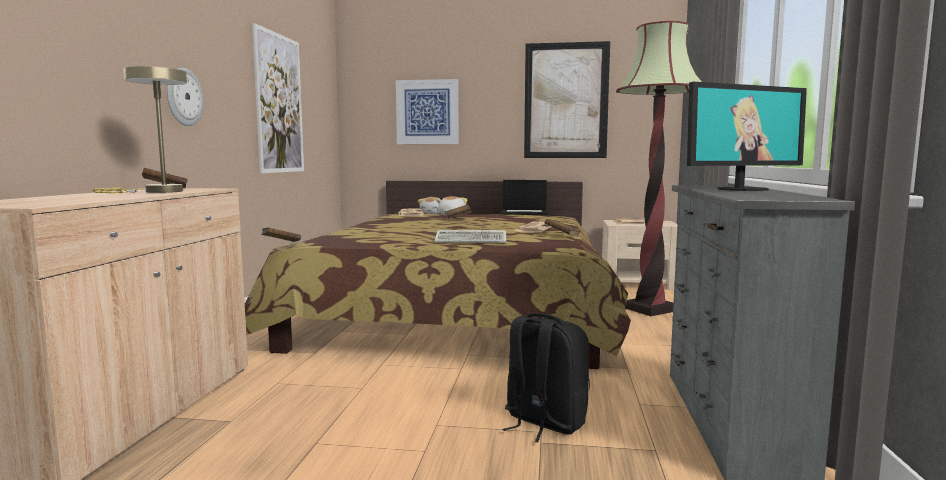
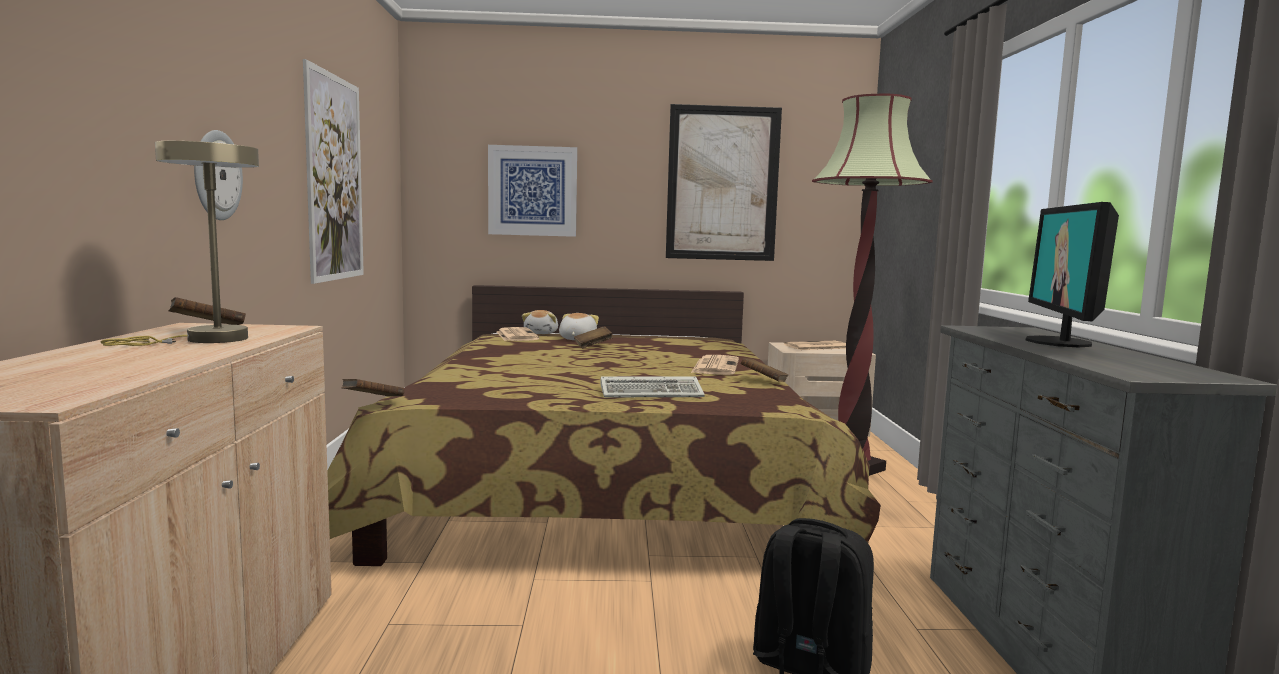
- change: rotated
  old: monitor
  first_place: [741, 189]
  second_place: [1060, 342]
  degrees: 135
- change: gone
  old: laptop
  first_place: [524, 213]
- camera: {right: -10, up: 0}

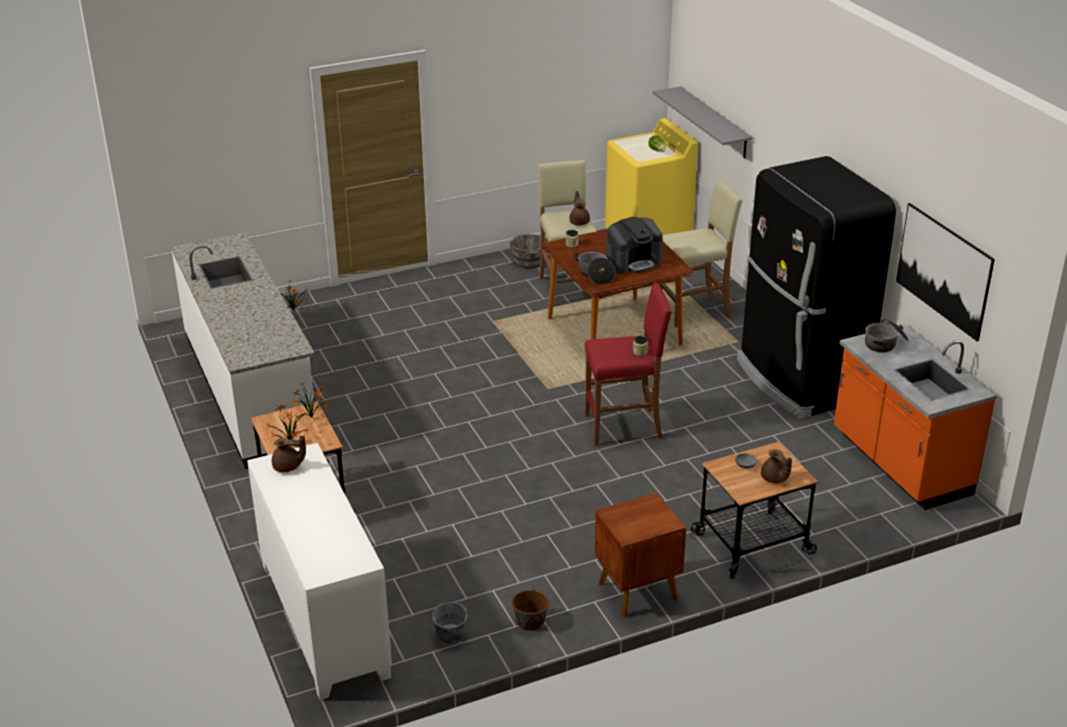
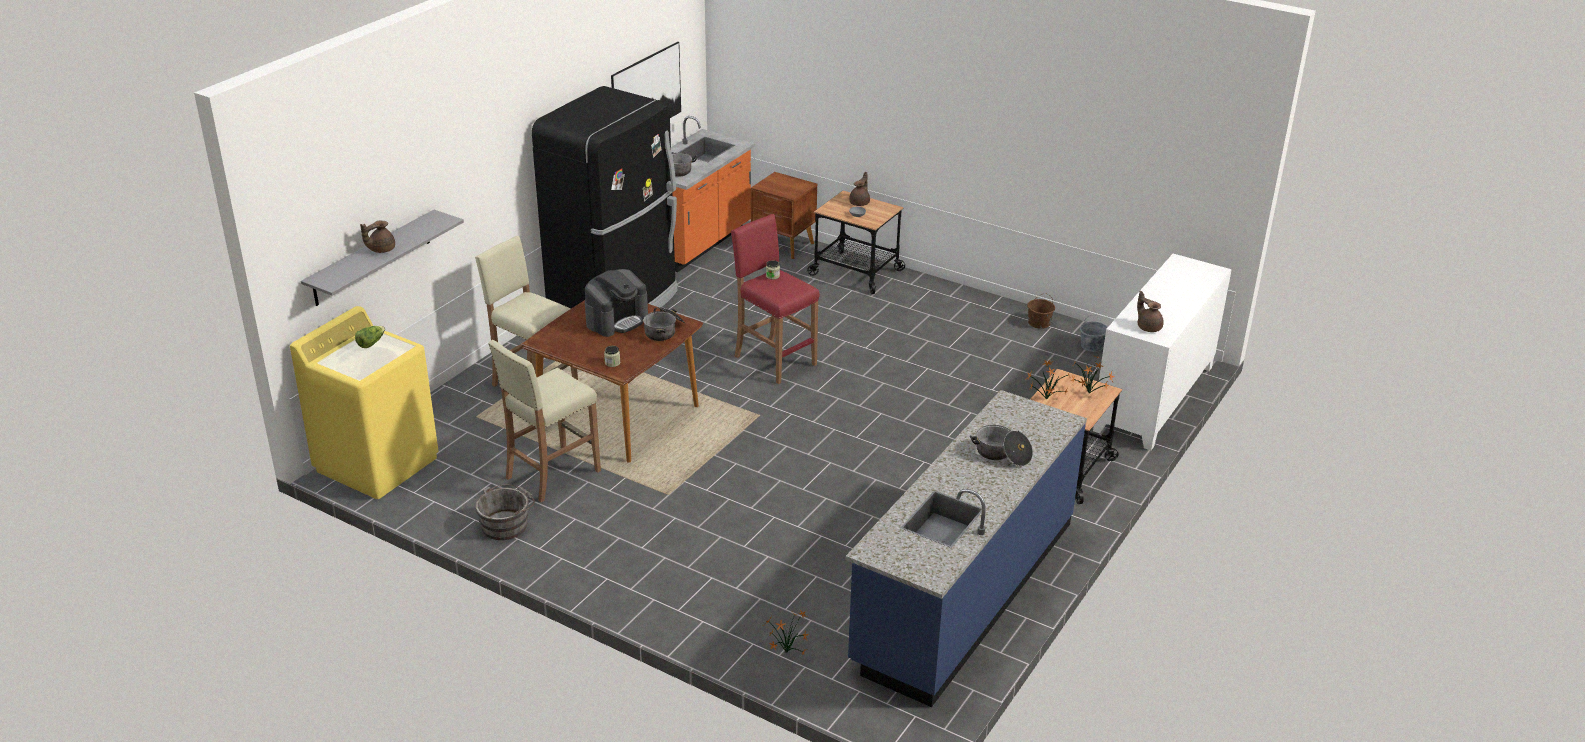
- change: shifted
  old: brown teapot
  first_place: [579, 222]
  second_place: [381, 249]
- change: rotated
  old: coffee machine
  first_place: [633, 262]
  second_place: [617, 320]
  degrees: 105
- change: repainted
  old: white counter
  new: blue counter
  first_place: [251, 390]
  second_place: [963, 591]
- change: shifted
  old: brown nightstand
  first_place: [636, 590]
  second_place: [784, 246]
- change: new
  new: cooking pot
  second_place: [1001, 454]
- camera: {right: -125, up: 0}

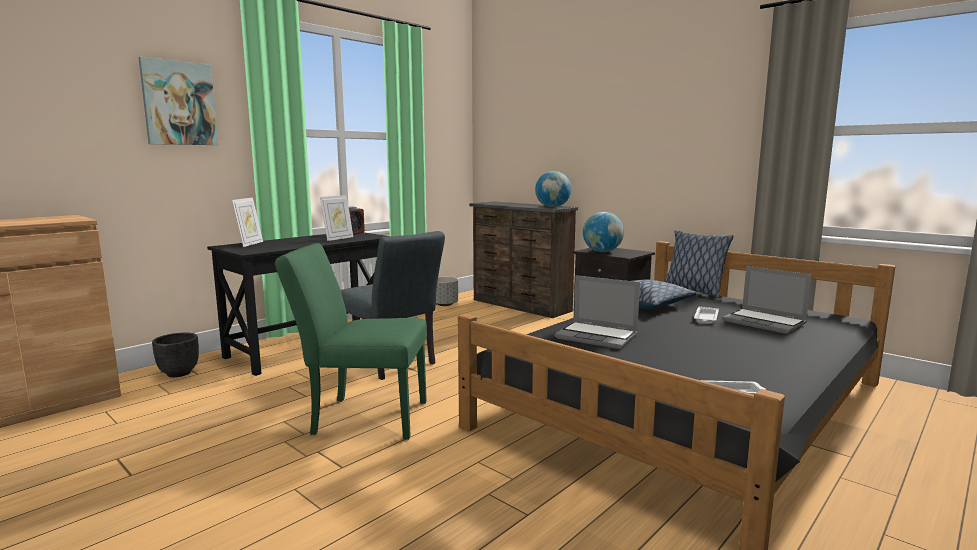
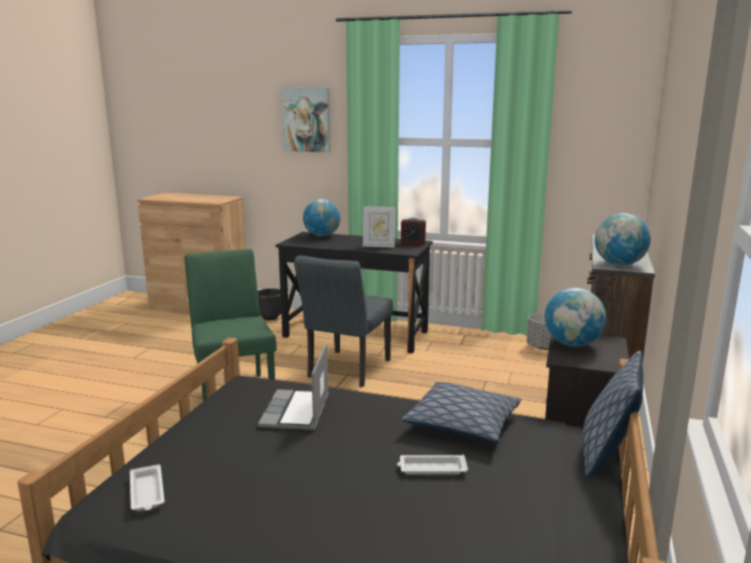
- change: swapped
  old: picture frame
  new: globe
  first_place: [250, 244]
  second_place: [322, 236]
- change: gone
  old: laptop
  first_place: [765, 322]
- camera: {right: 65, up: 5}

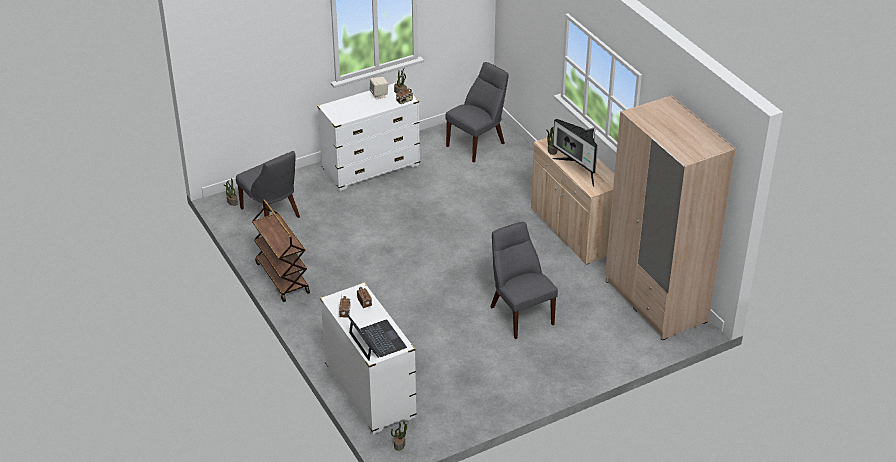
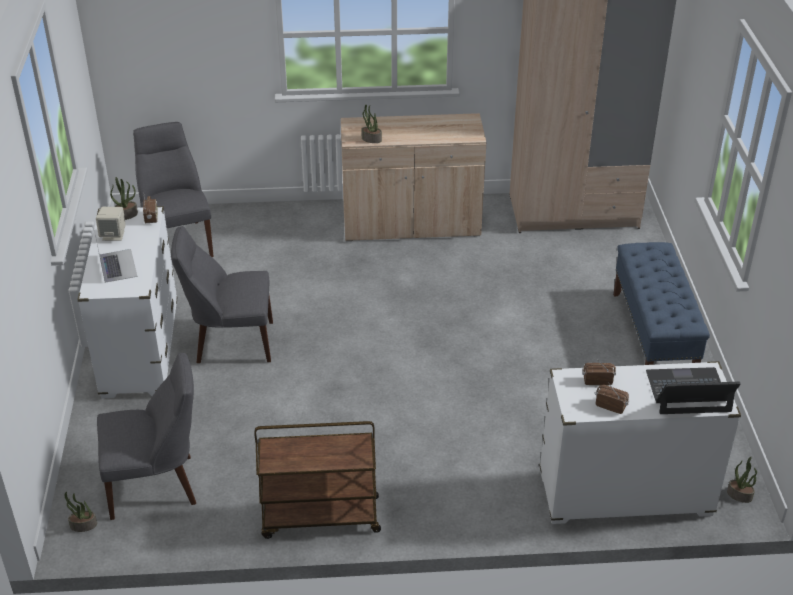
- change: gone
  old: monitor
  first_place: [579, 169]
- change: shifted
  old: grey chair
  first_place: [520, 313]
  second_place: [230, 342]
- change: new
  new: laptop
  second_place: [117, 265]
- change: new
  new: blue bench
  second_place: [653, 336]
- camera: {right: -65, up: 0}

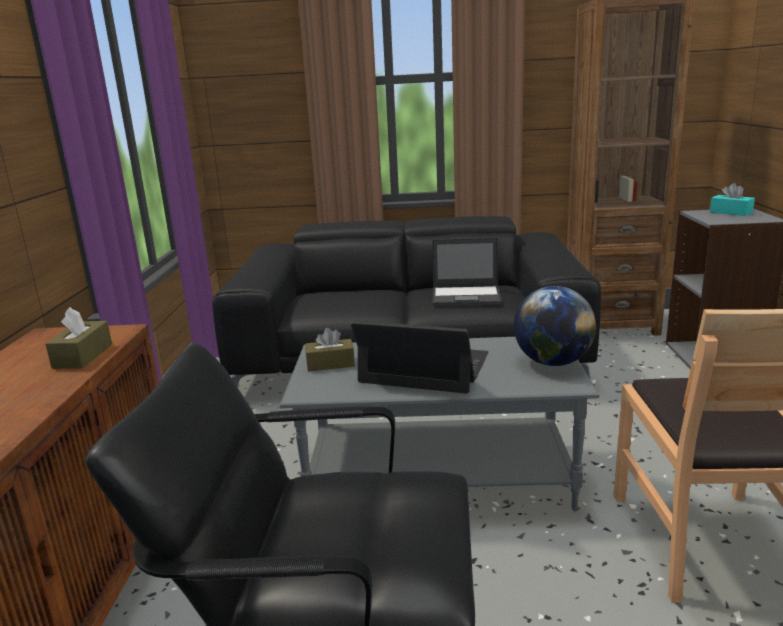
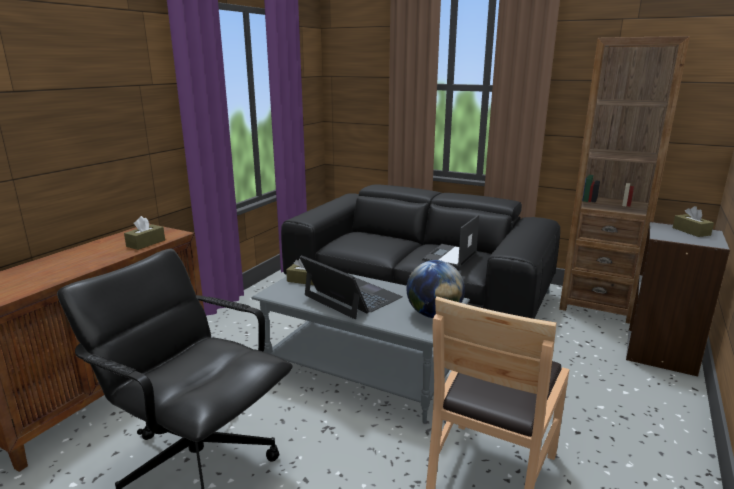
- change: repainted
  old: turquoise tissue box
  new: brown tissue box
  first_place: [731, 212]
  second_place: [691, 231]
- change: rotated
  old: laptop
  first_place: [467, 296]
  second_place: [450, 256]
  degrees: 90
- camera: {right: 25, up: 0}

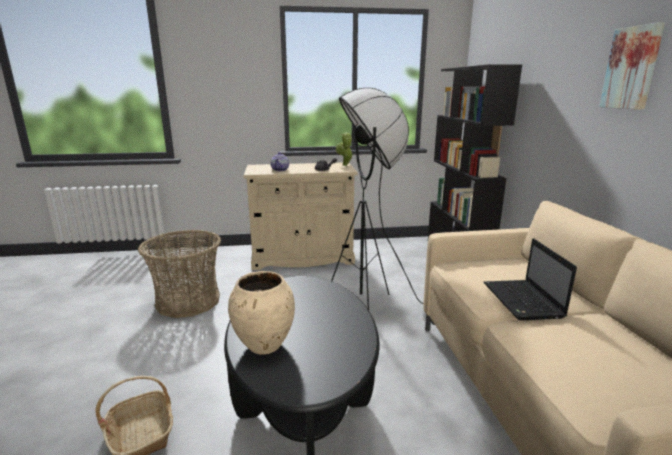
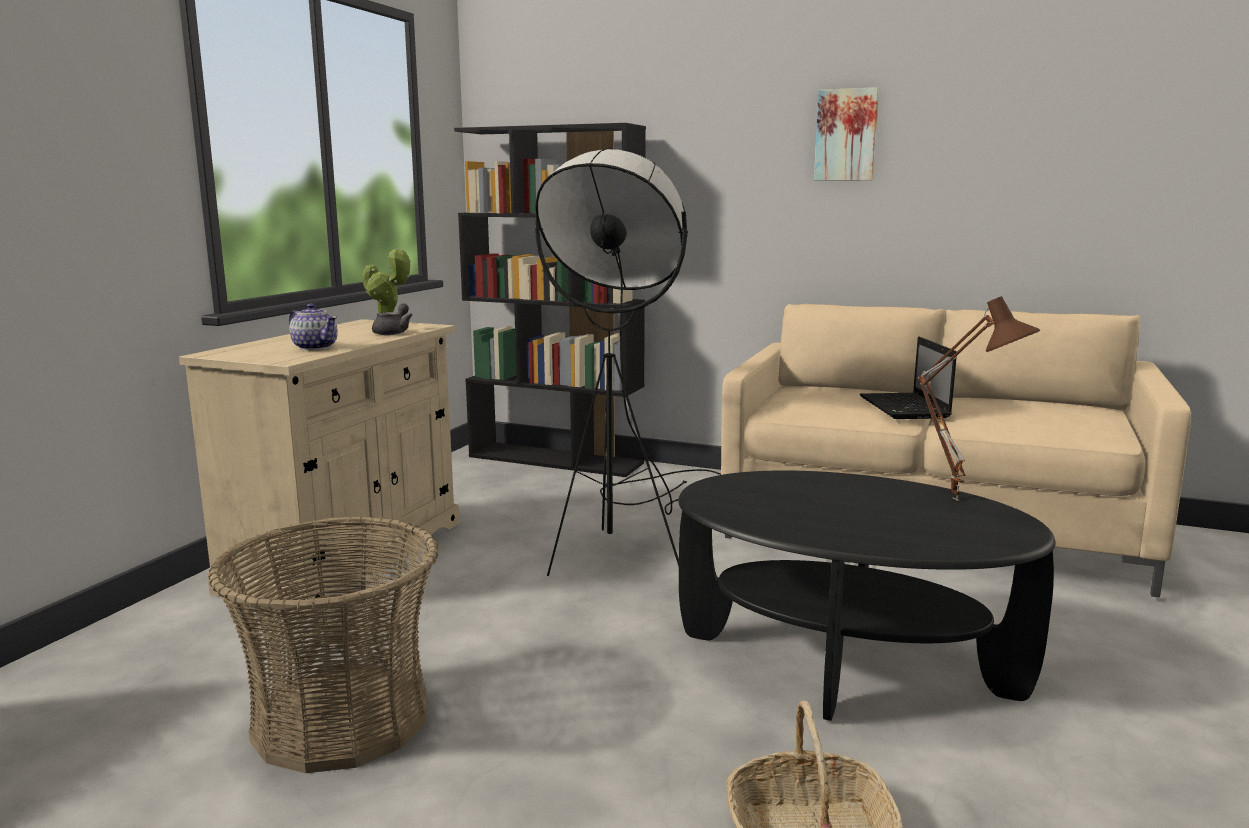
- change: rotated
  old: laptop
  first_place: [523, 301]
  second_place: [905, 408]
  degrees: 60
- change: gone
  old: beige vase
  first_place: [265, 346]
- change: new
  new: brown table lamp
  second_place: [958, 499]
- camera: {right: -60, up: -5}

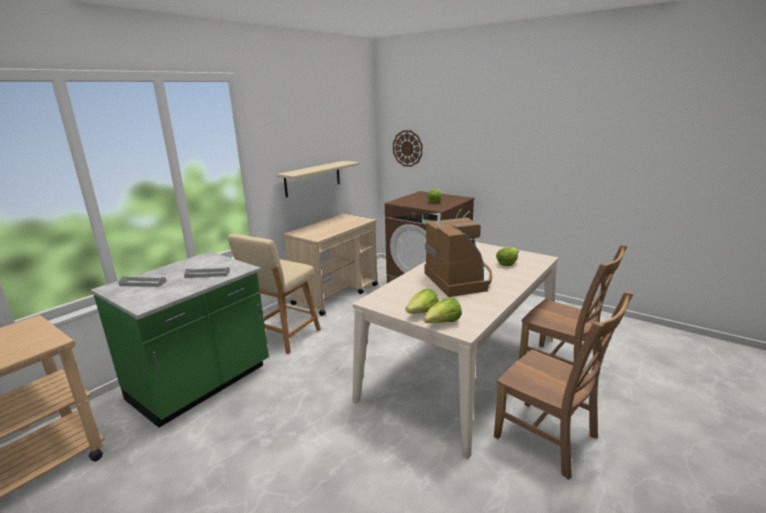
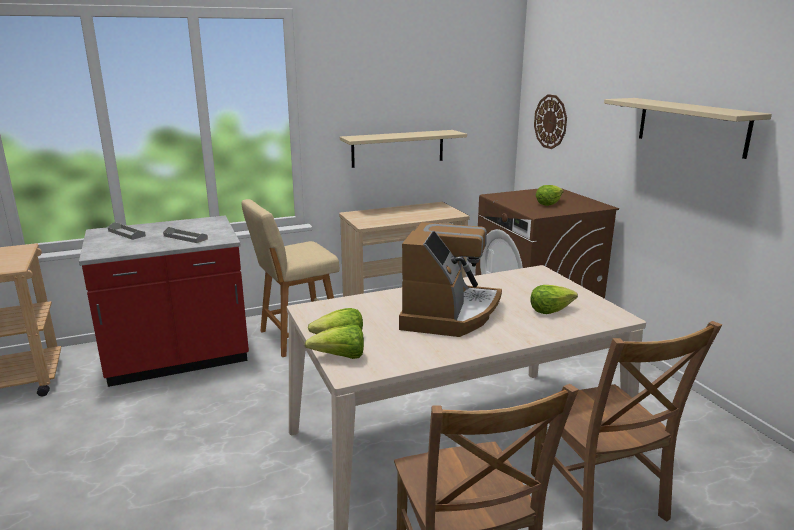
- change: repainted
  old: green counter
  new: red counter
  first_place: [201, 384]
  second_place: [178, 359]
- change: new
  new: beige shelf
  second_place: [691, 126]
- camera: {right: 30, up: 0}

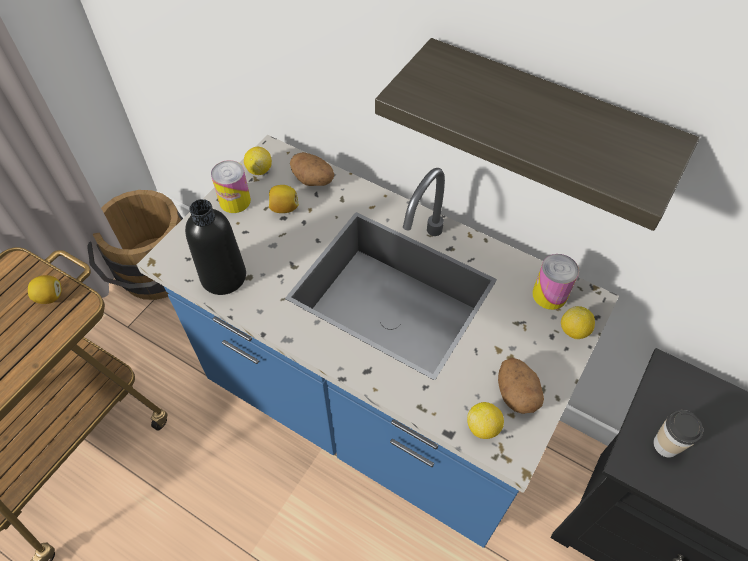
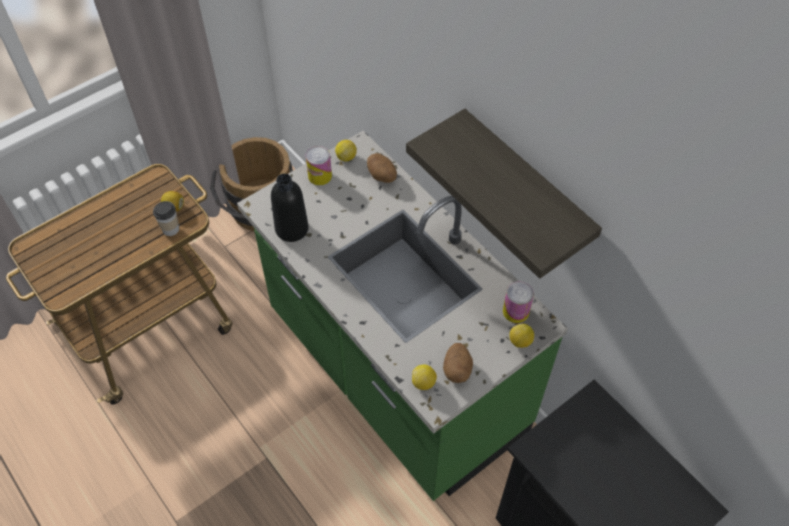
- change: repainted
  old: blue counter
  new: green counter
  first_place: [374, 410]
  second_place: [394, 375]
- change: gone
  old: lemon
  first_place: [284, 208]
- change: shifted
  old: cup
  first_place: [666, 444]
  second_place: [171, 229]
- camera: {right: 20, up: 0}

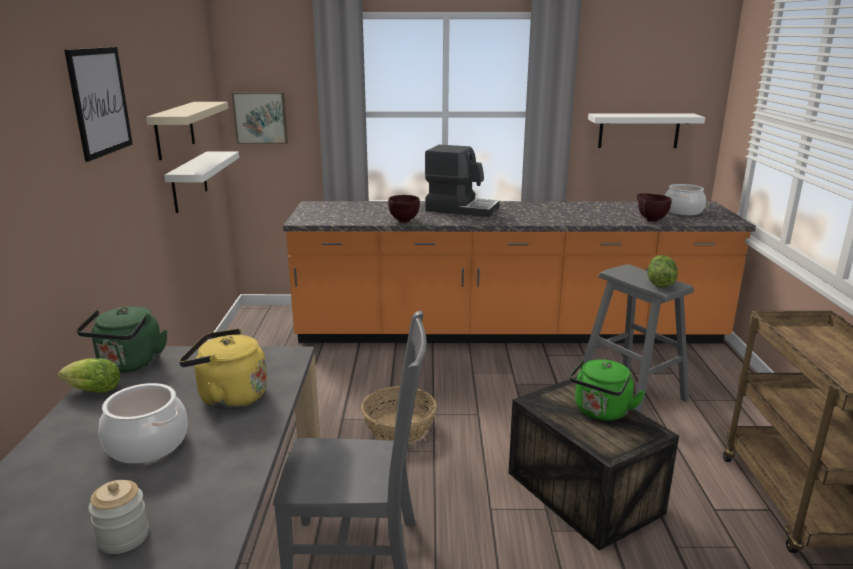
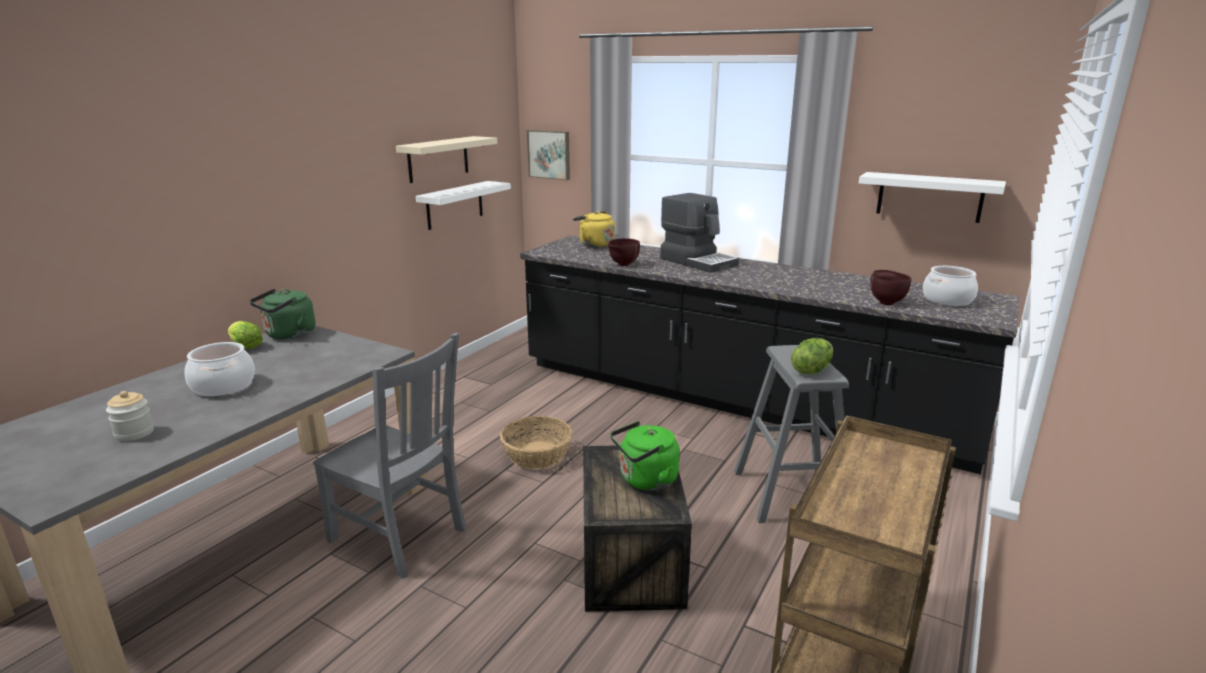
- change: gone
  old: picture
  first_place: [100, 101]
- change: repainted
  old: orange counter
  new: black counter
  first_place: [507, 331]
  second_place: [734, 400]
- change: shifted
  old: yellow kettle
  first_place: [228, 397]
  second_place: [594, 244]
- camera: {right: 30, up: 0}

